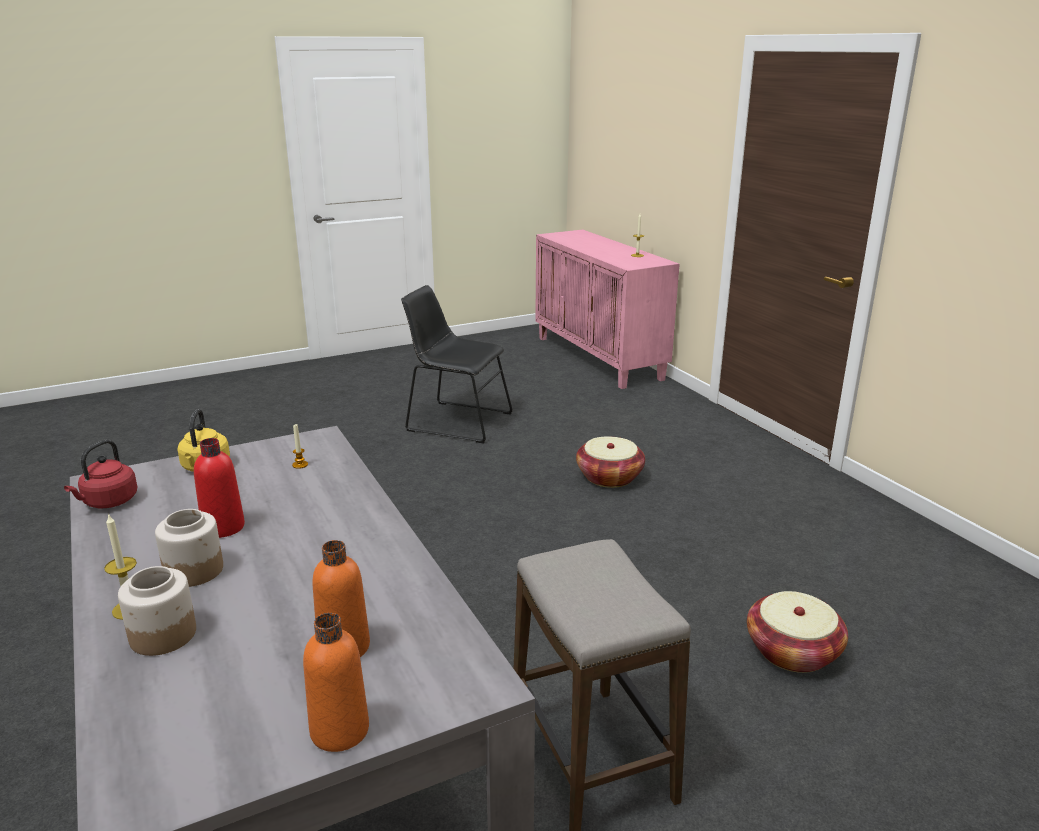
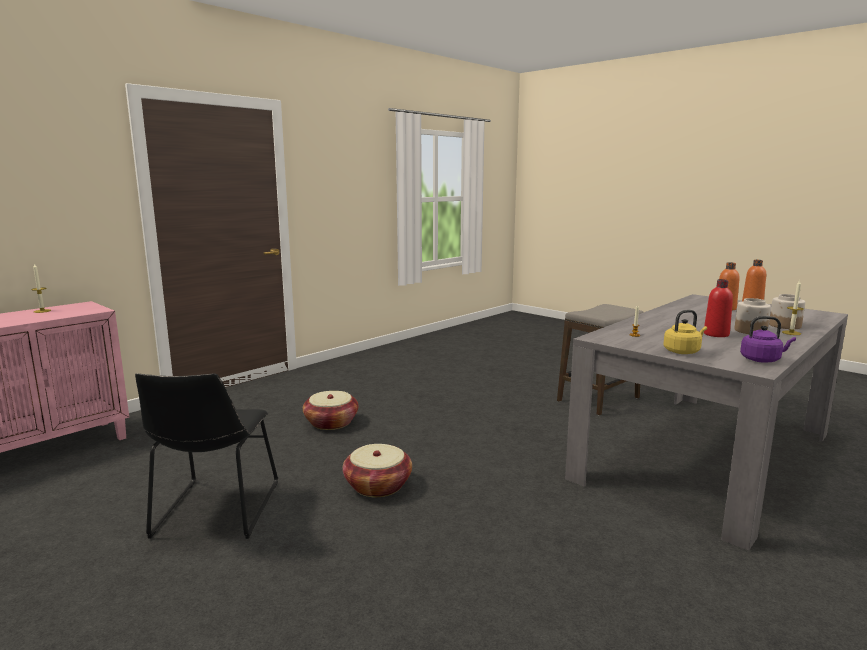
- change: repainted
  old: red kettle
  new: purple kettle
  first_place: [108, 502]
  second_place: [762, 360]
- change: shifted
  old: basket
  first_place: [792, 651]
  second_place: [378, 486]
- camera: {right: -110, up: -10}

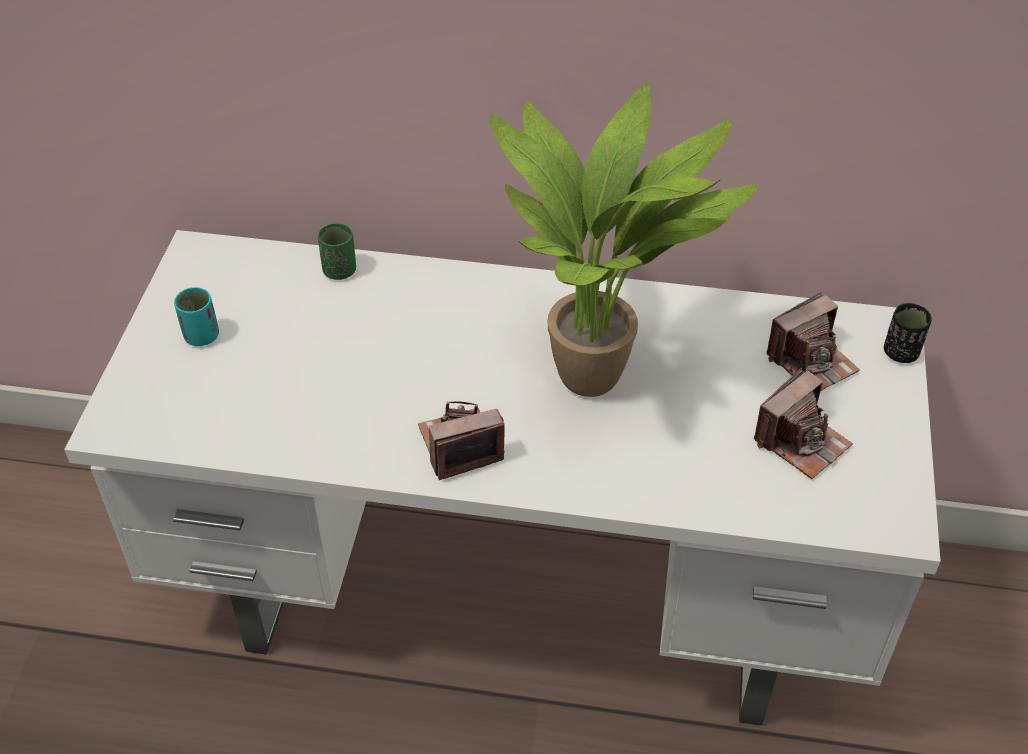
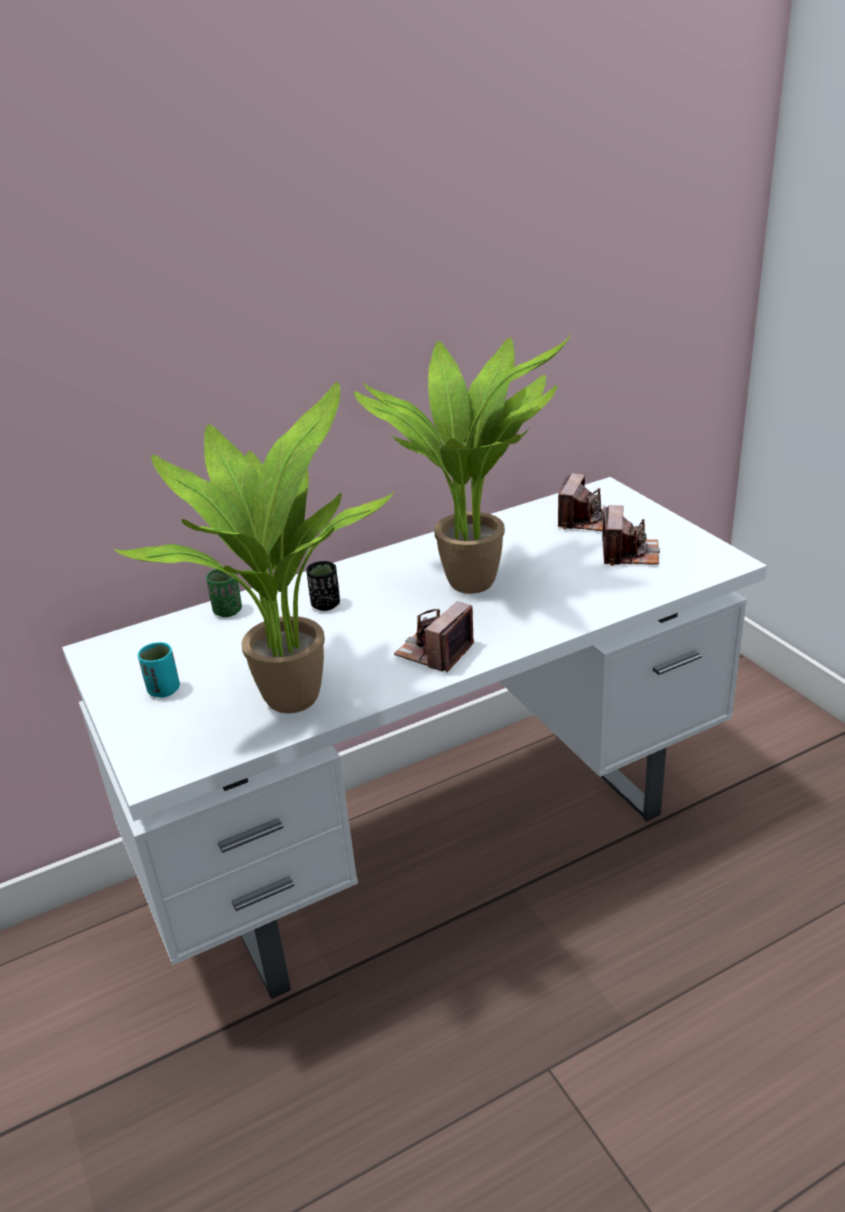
- change: shifted
  old: black cup
  first_place: [901, 353]
  second_place: [326, 605]
- change: new
  new: potted plant
  second_place: [288, 695]
- camera: {right: -35, up: -15}

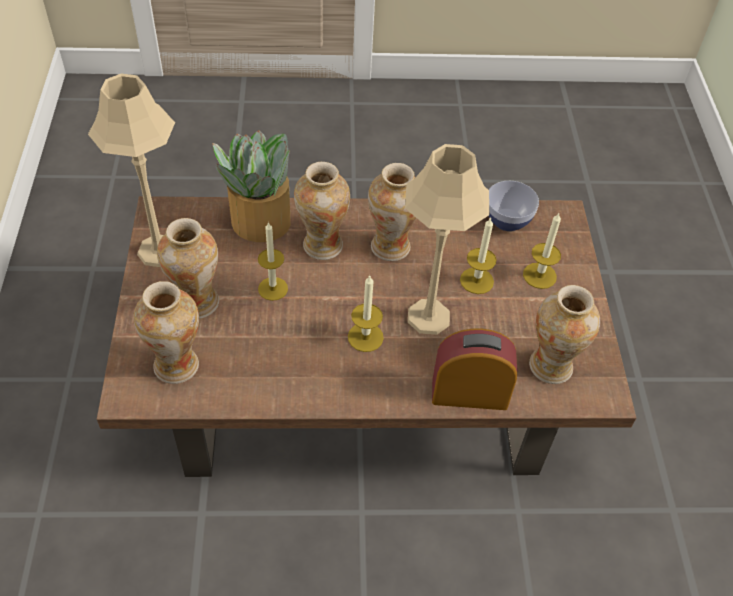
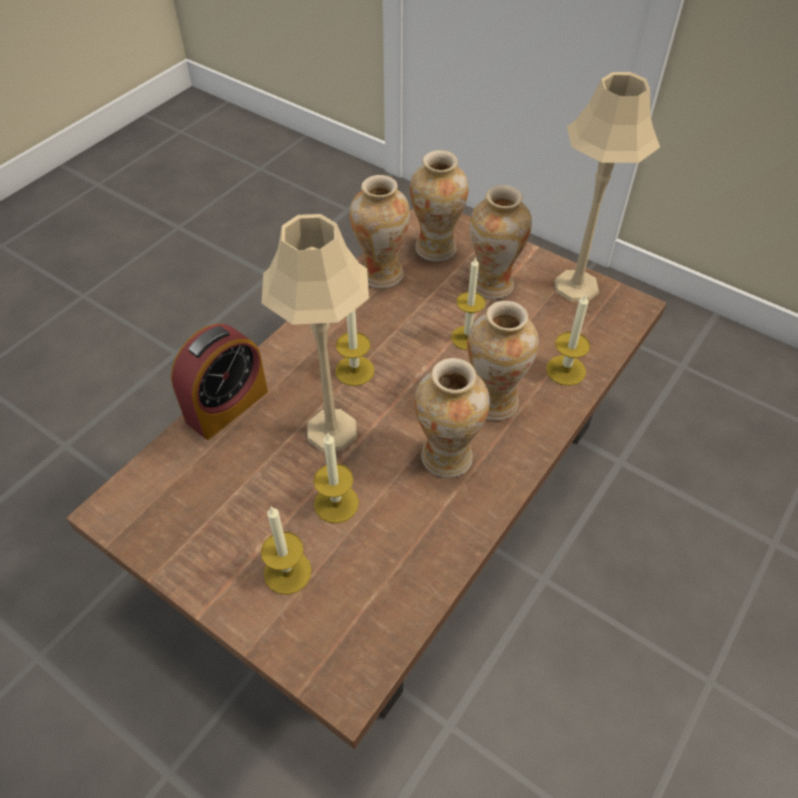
- change: swapped
  old: potted plant
  new: candle
  first_place: [259, 221]
  second_place: [565, 370]
- change: gone
  old: bowl
  first_place: [507, 220]
- change: shifted
  old: vase
  first_place: [551, 366]
  second_place: [381, 274]
- camera: {right: 130, up: 0}

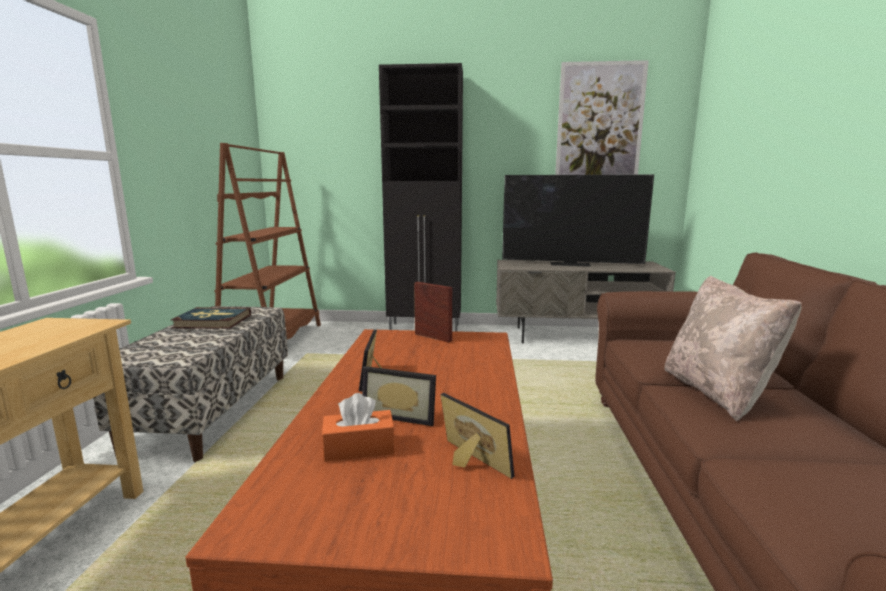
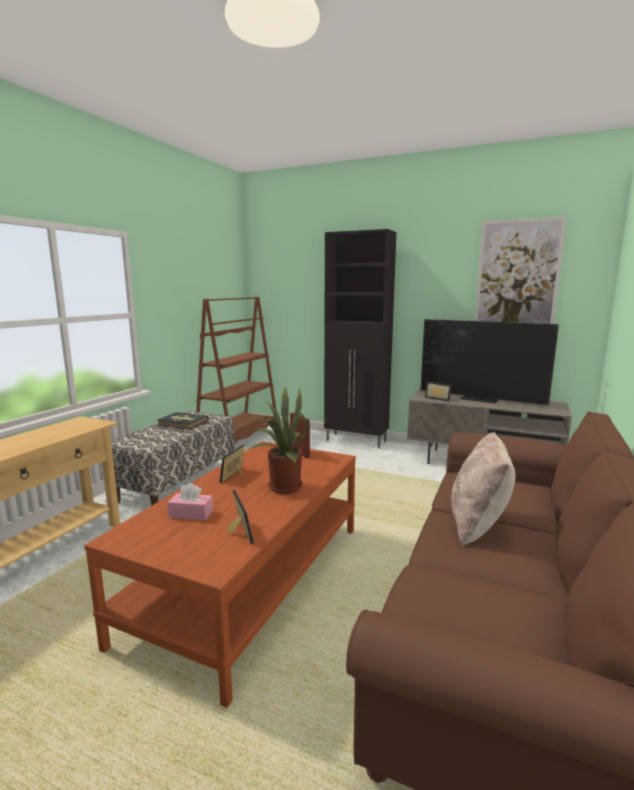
- change: shifted
  old: picture frame
  first_place: [401, 414]
  second_place: [438, 398]
- change: repainted
  old: orange tissue box
  new: pink tissue box
  first_place: [359, 448]
  second_place: [191, 514]
- change: new
  new: potted plant
  second_place: [281, 486]
- camera: {right: 20, up: 0}

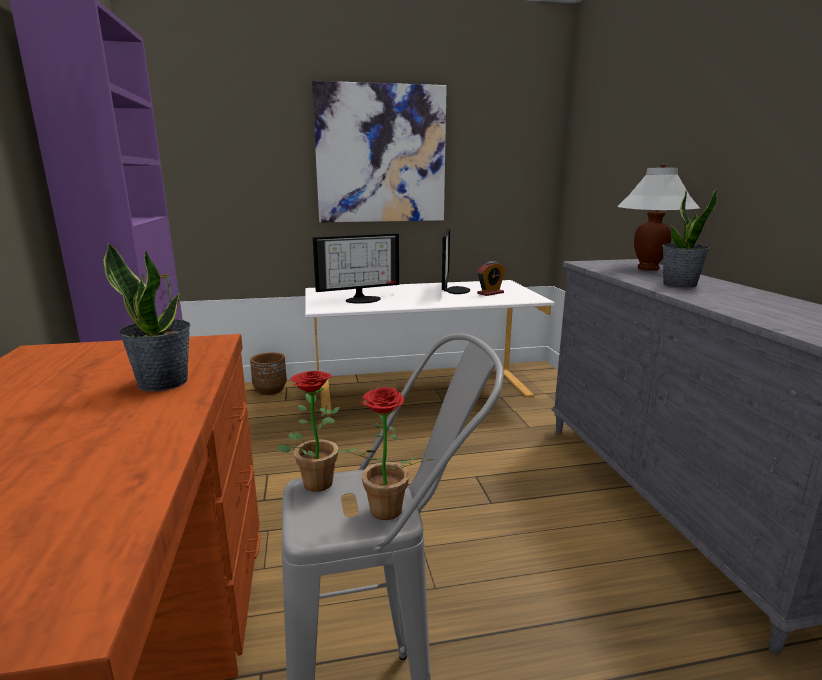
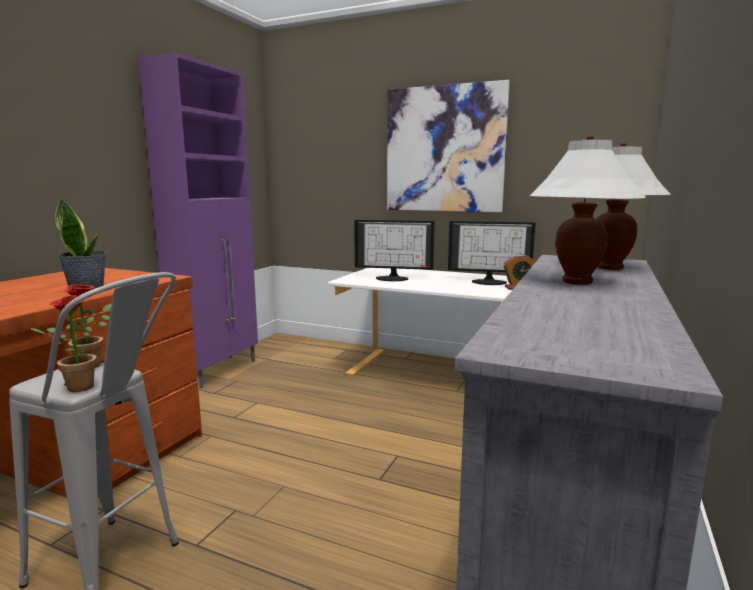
- change: swapped
  old: potted plant
  new: white table lamp
  first_place: [679, 284]
  second_place: [577, 282]
- change: rotated
  old: monitor
  first_place: [453, 290]
  second_place: [489, 281]
  degrees: 60
- change: gone
  old: brown planter
  first_place: [270, 390]
- camera: {right: 35, up: -5}

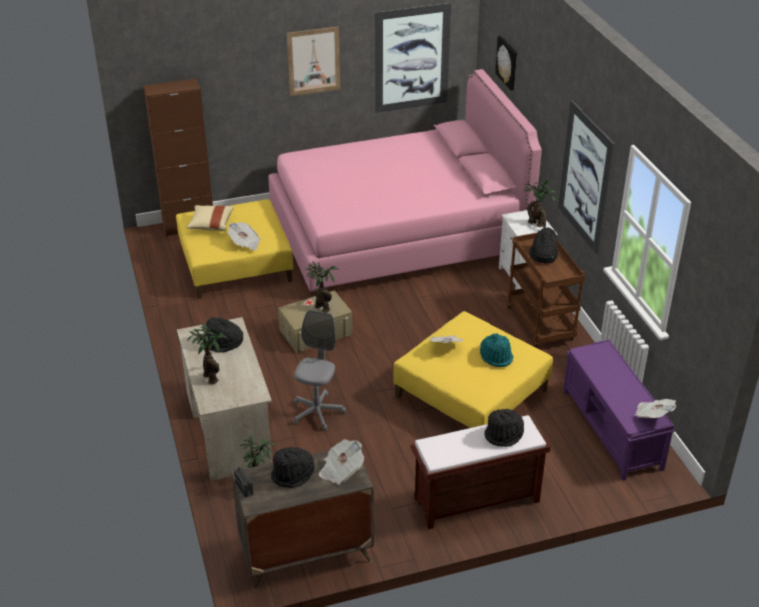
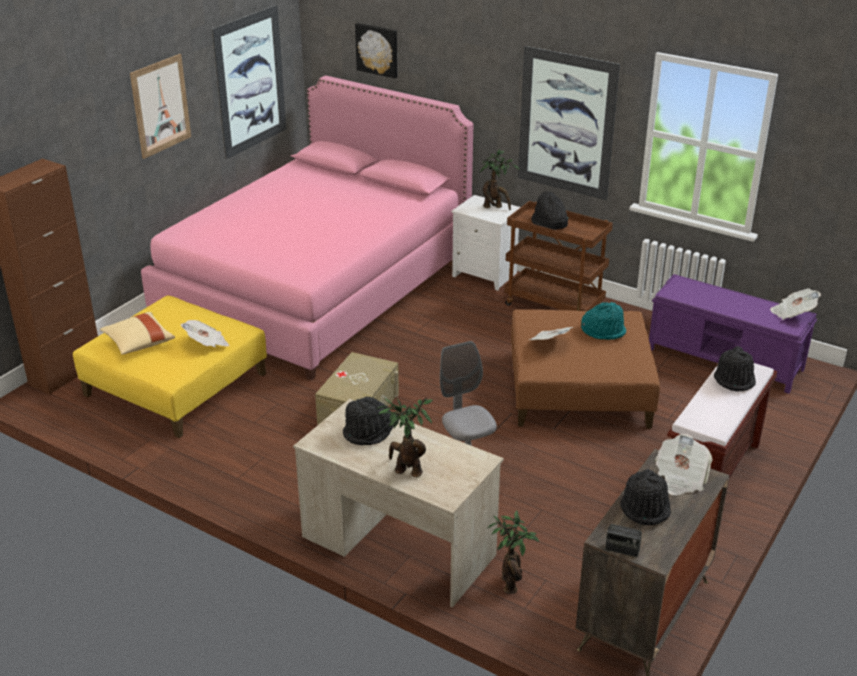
- change: gone
  old: potted plant
  first_place: [321, 307]
- change: repainted
  old: yellow ottoman
  new: brown ottoman
  first_place: [470, 393]
  second_place: [578, 389]
- camera: {right: -40, up: -5}

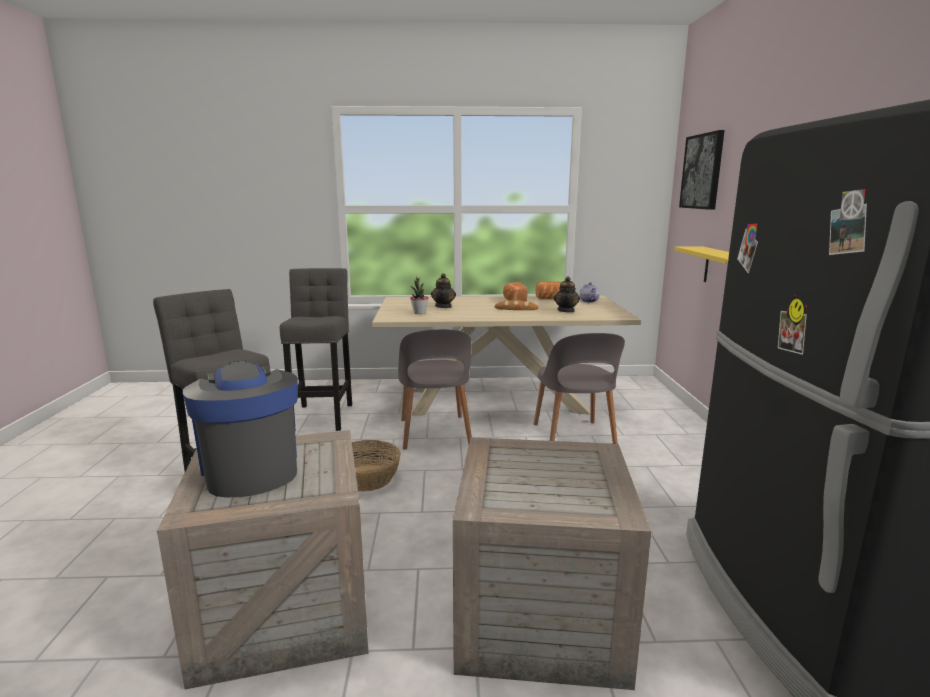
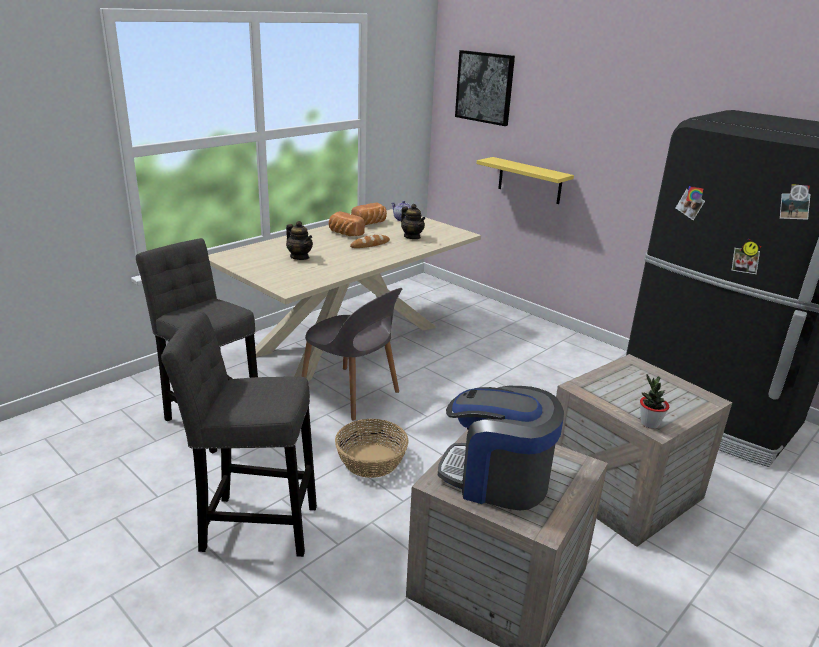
- change: shifted
  old: potted plant
  first_place: [419, 313]
  second_place: [649, 423]
- change: gone
  old: grey chair
  first_place: [573, 439]
- camera: {right: -45, up: 10}

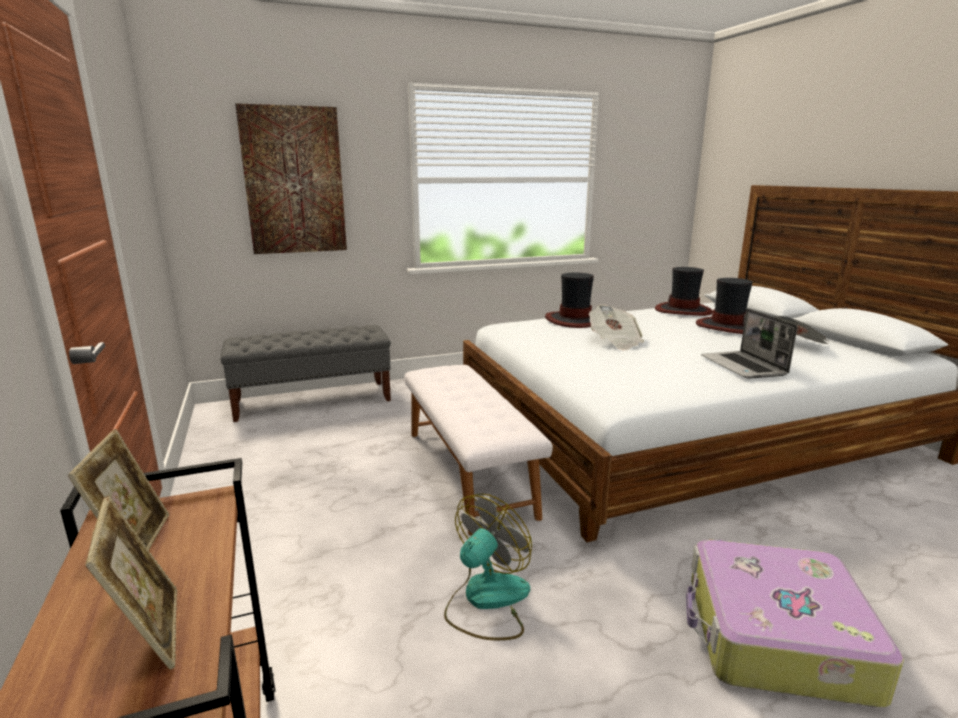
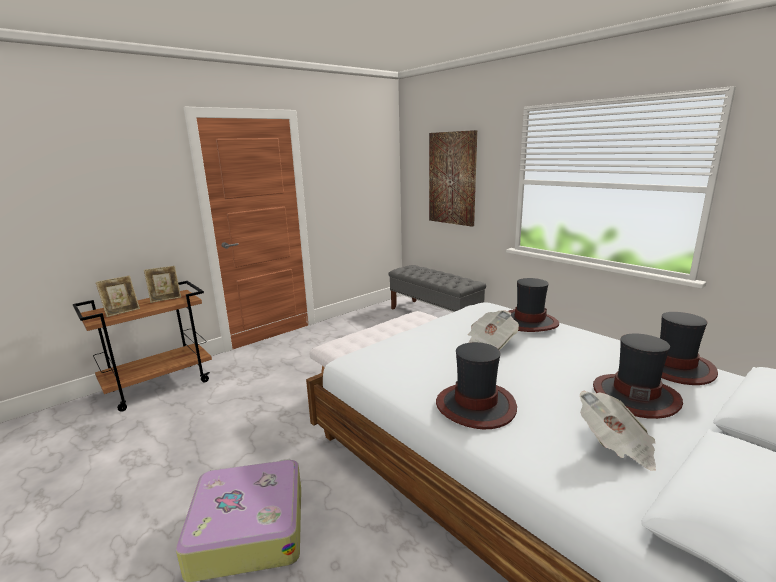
- change: swapped
  old: laptop
  new: hat
  first_place: [744, 366]
  second_place: [476, 406]
- change: gone
  old: fan
  first_place: [486, 601]
- camera: {right: 70, up: 0}

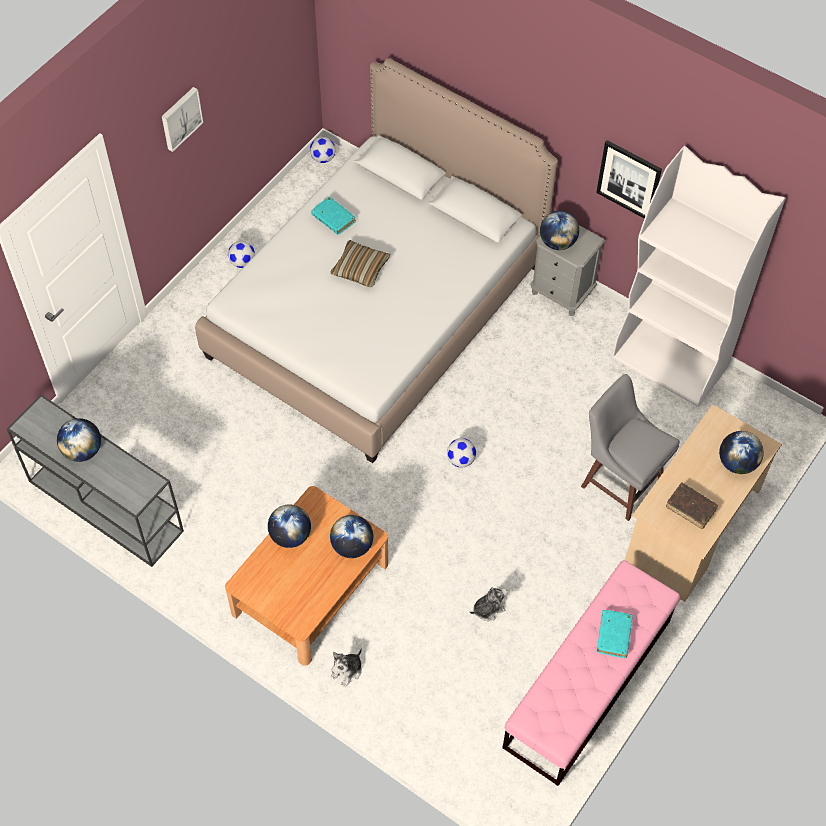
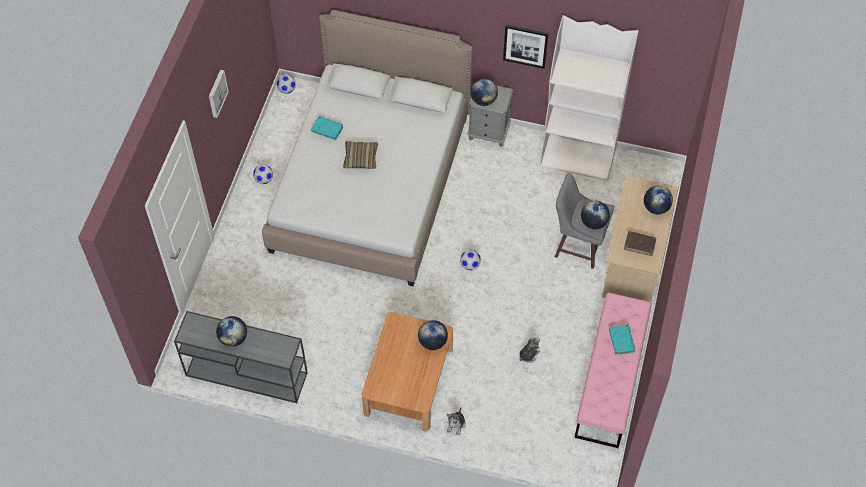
- change: shifted
  old: globe
  first_place: [290, 535]
  second_place: [593, 222]
- camera: {right: -20, up: 0}

